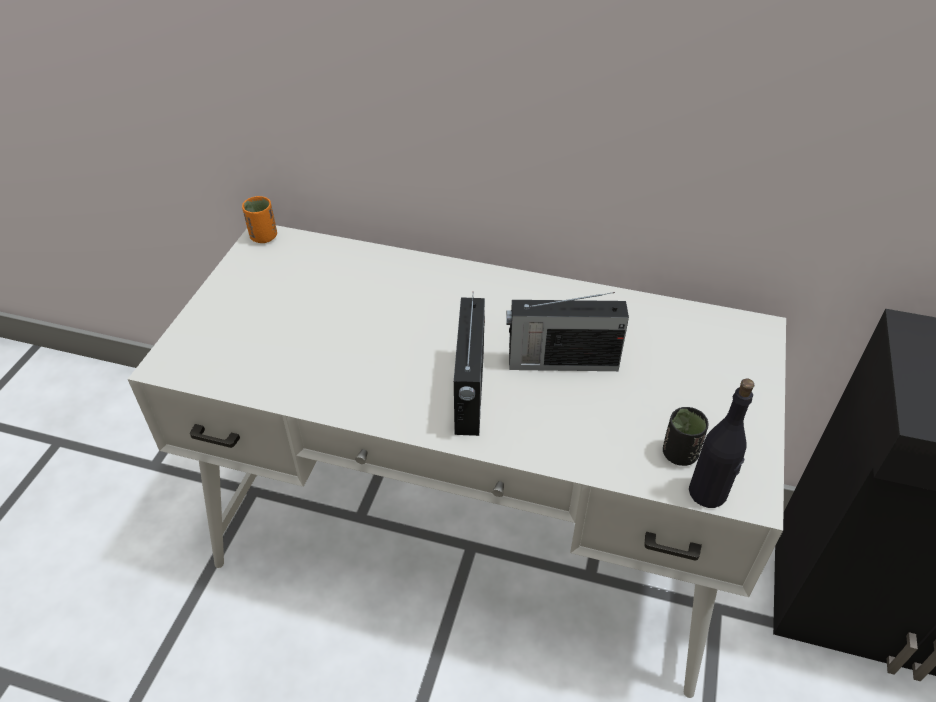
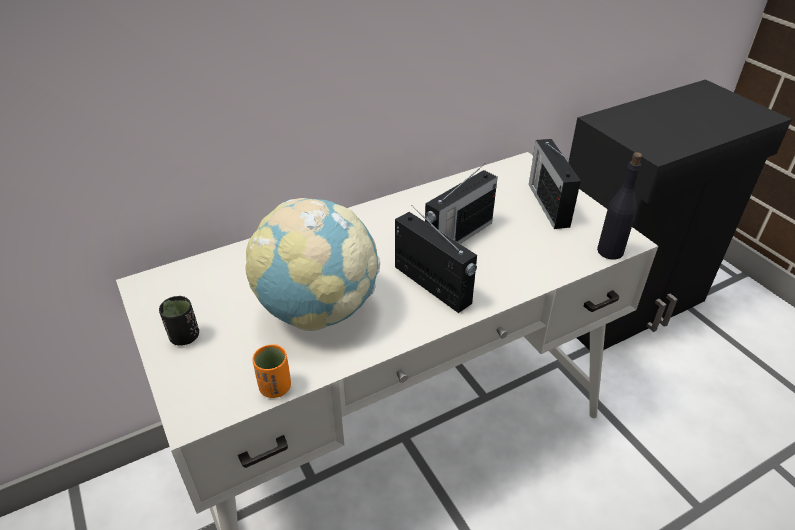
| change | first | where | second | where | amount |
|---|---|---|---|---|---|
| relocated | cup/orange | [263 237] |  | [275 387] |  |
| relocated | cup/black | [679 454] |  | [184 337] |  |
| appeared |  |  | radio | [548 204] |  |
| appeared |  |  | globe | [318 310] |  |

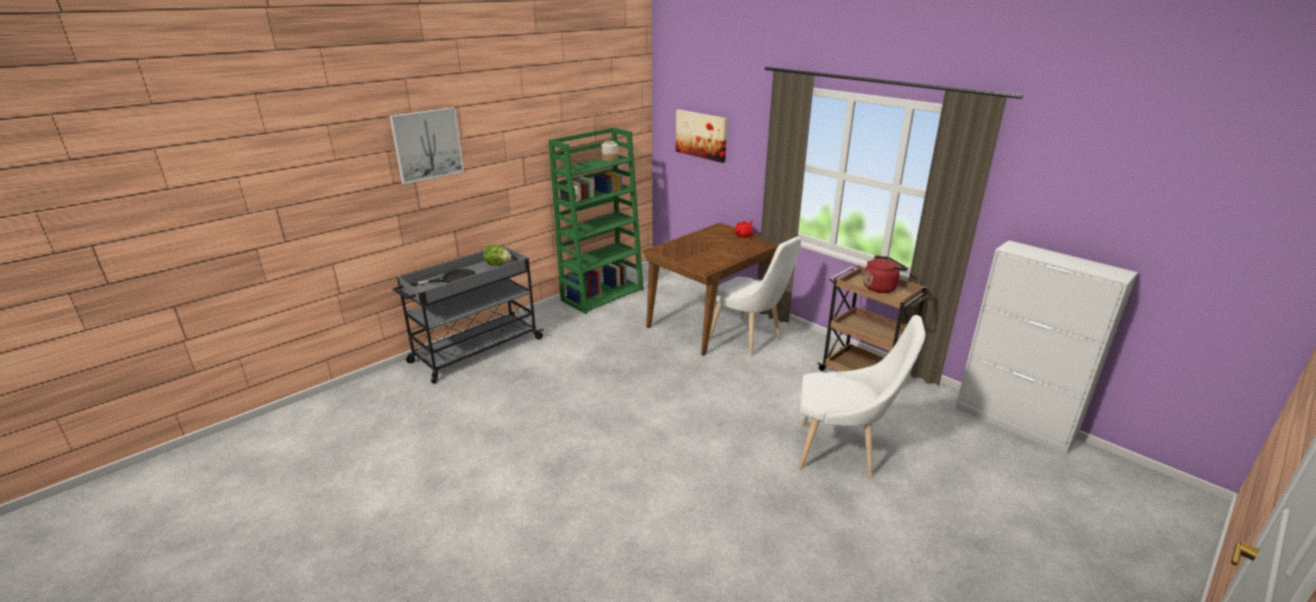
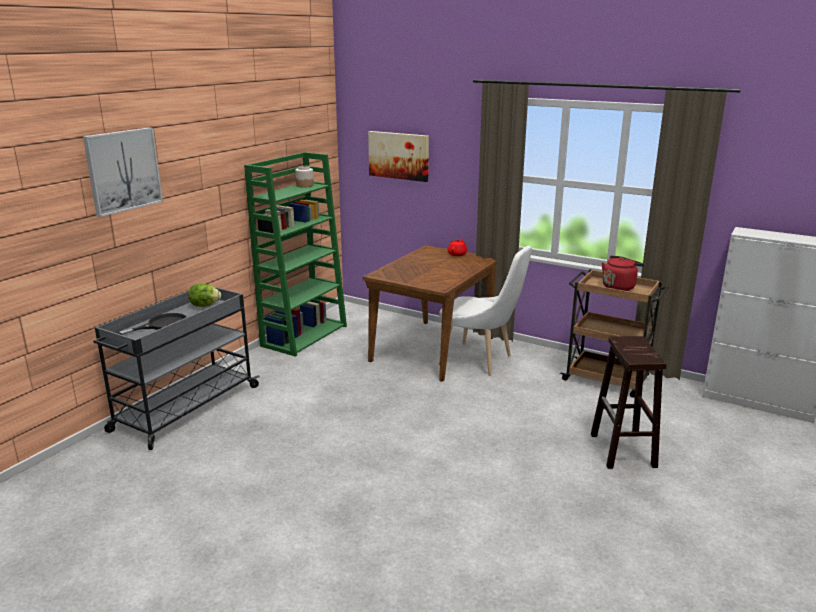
| change | first | where | second | where | amount |
|---|---|---|---|---|---|
| exchanged | chair/white | [842 452] | stool/brown | [623 451] |  |

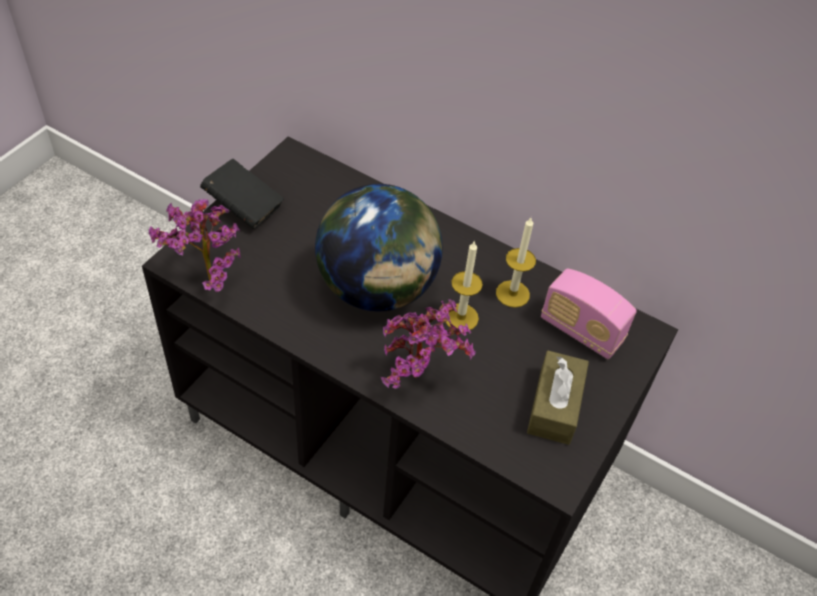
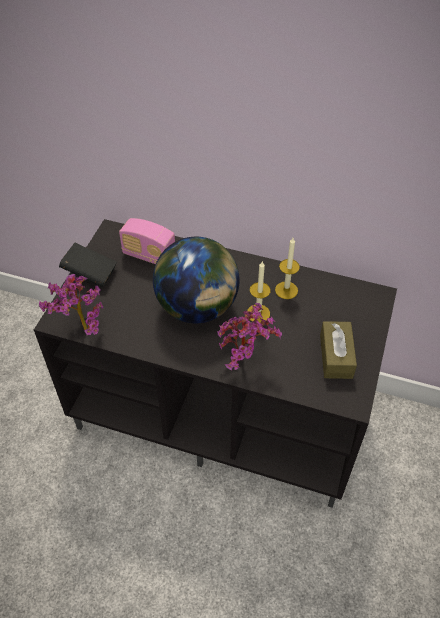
| change | first | where | second | where | amount |
|---|---|---|---|---|---|
| relocated | radio | [581 331] |  | [149 255] |  |

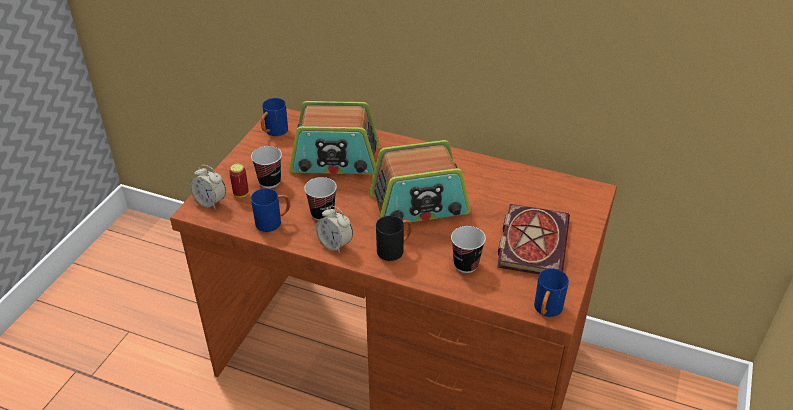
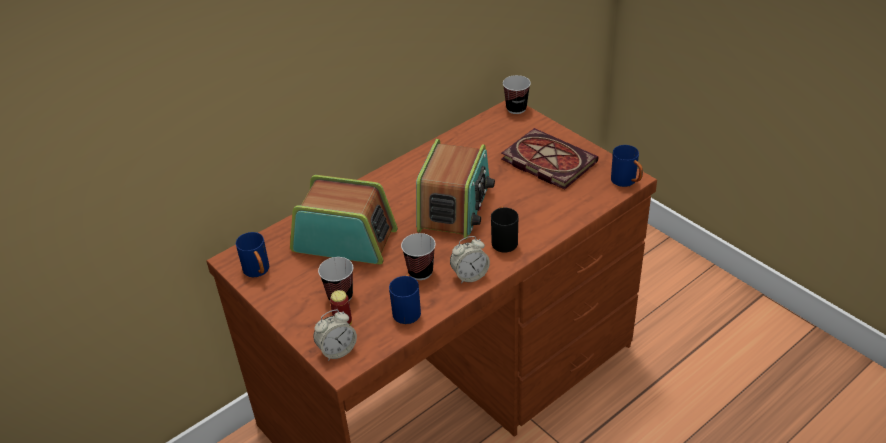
| change | first | where | second | where | amount |
|---|---|---|---|---|---|
| spun | radio | [335 160] |  | [345 240] | 105 degrees counterclockwise |
| relocated | cup | [466 264] |  | [516 108] |  |

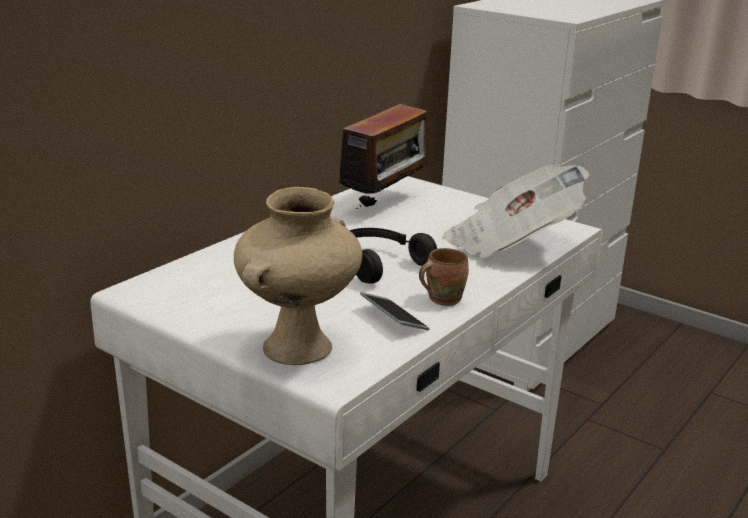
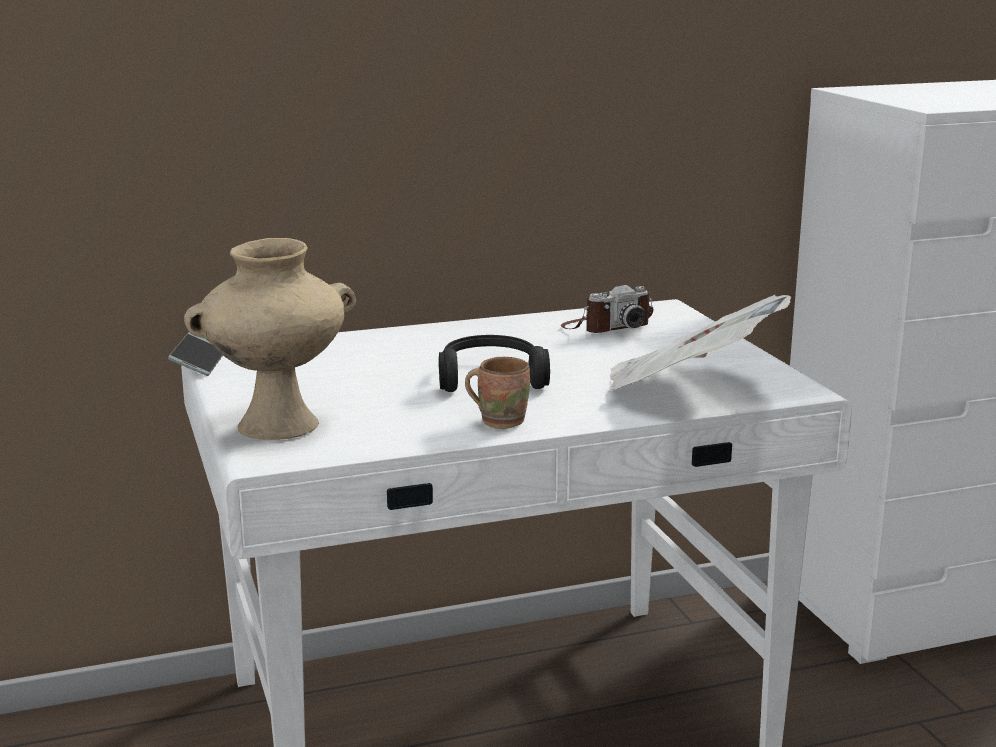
| change | first | where | second | where | amount |
|---|---|---|---|---|---|
| exchanged | radio | [385 203] | photo camera | [607 327] |  |
| relocated | phone | [393 319] |  | [198 363] |  |

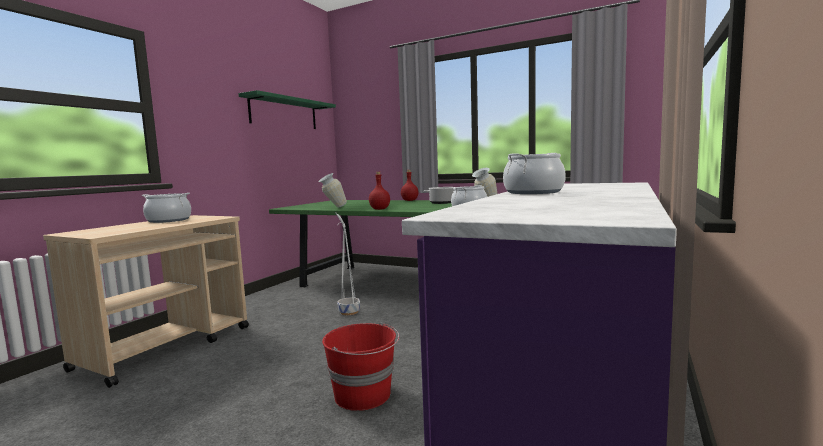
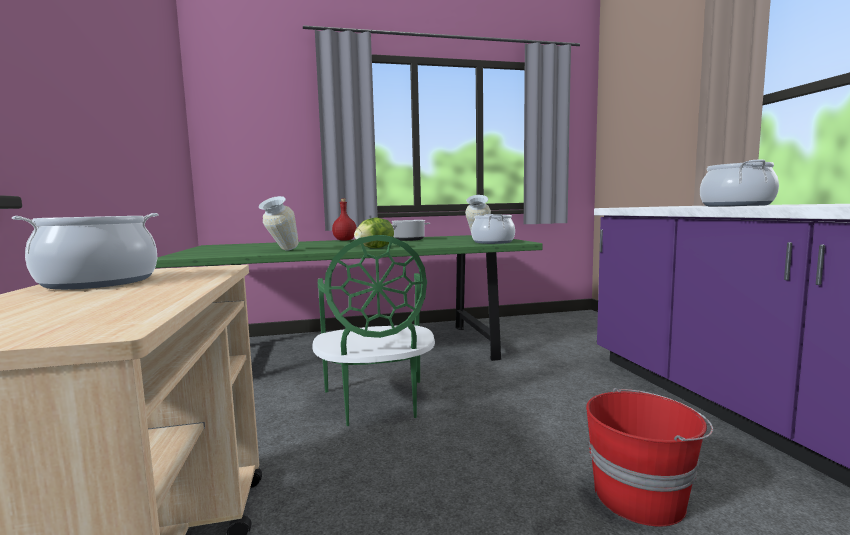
| change | first | where | second | where | amount |
|---|---|---|---|---|---|
| missing | shelf/green | [284 113] |  |  |  |
| exchanged | bottle/red | [380 209] | lettuce | [375 248] |  |
| exchanged | planter/white | [348 312] | chair/green | [377 403] |  |

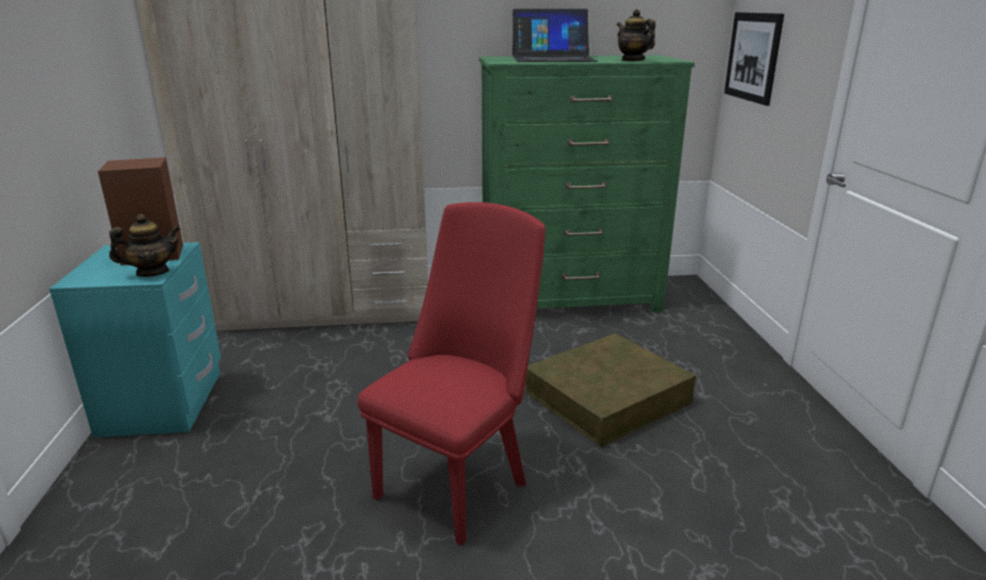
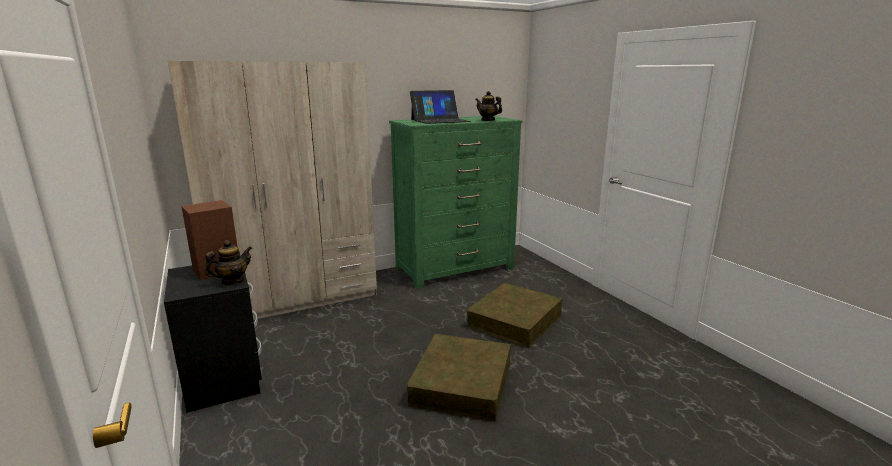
| change | first | where | second | where | amount |
|---|---|---|---|---|---|
| missing | picture | [753 57] |  |  |  |
| exchanged | chair/red | [458 482] | storage box/brown | [462 383] |  |
| colour | nightstand/turquoise | [165 403] | nightstand/black | [225 379] |  |

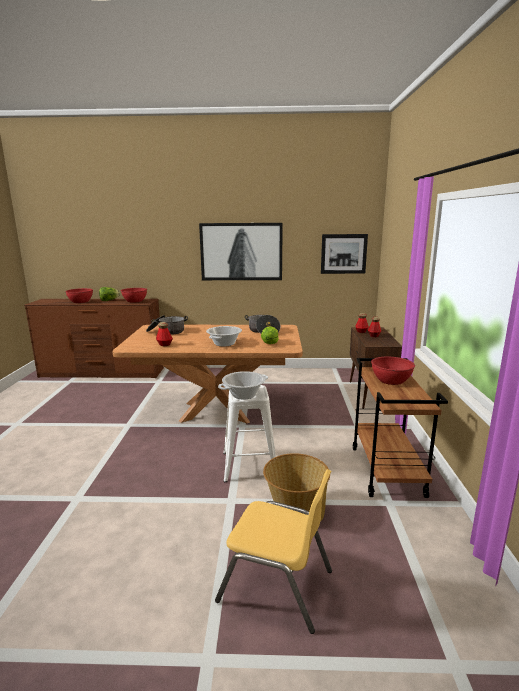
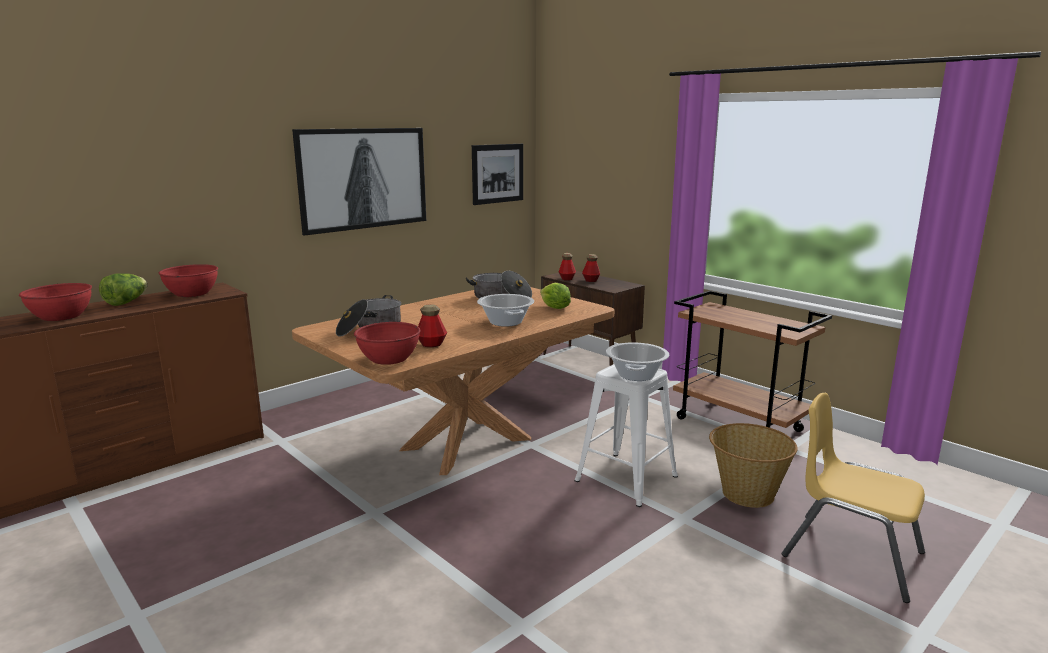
| change | first | where | second | where | amount |
|---|---|---|---|---|---|
| relocated | bowl/red | [391 380] |  | [389 358] |  |
| spun | chair/yellow | [276 585] |  | [851 554] | 120 degrees counterclockwise |

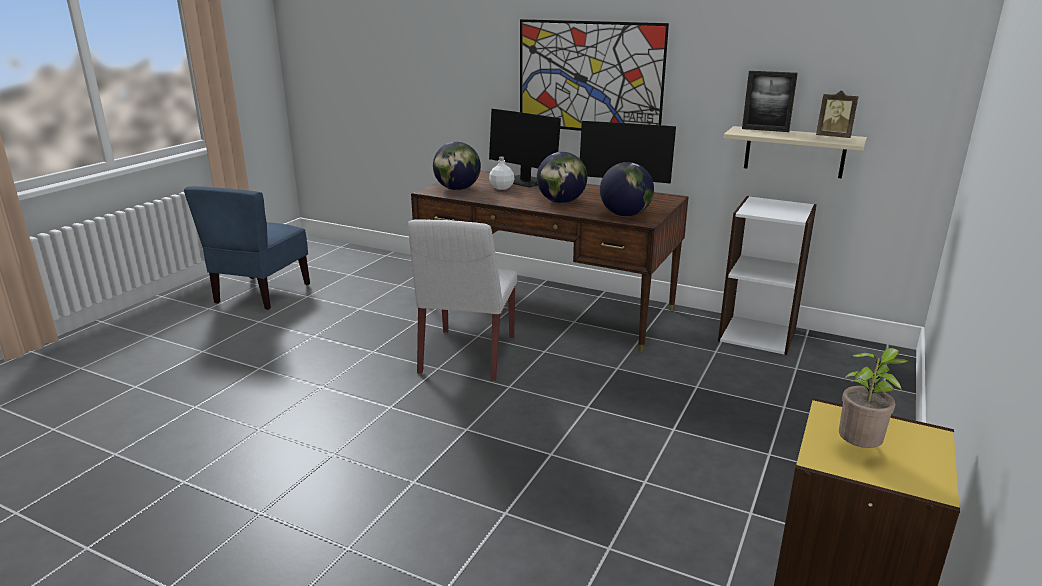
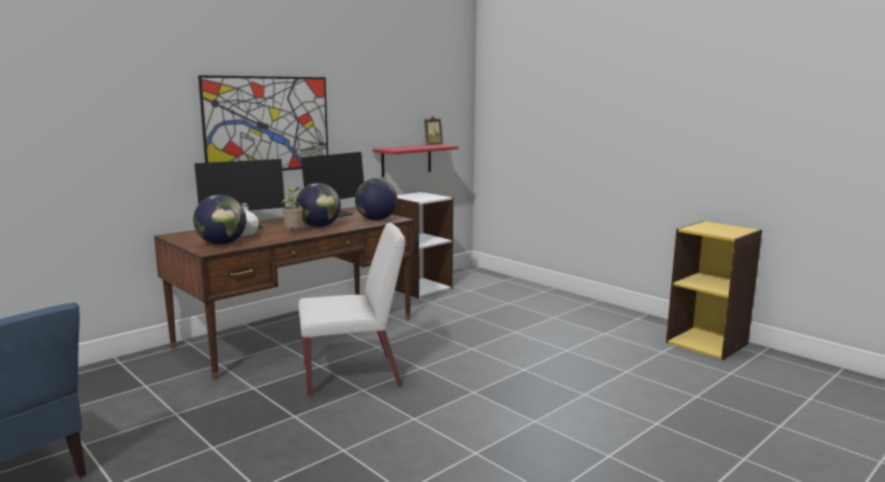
| change | first | where | second | where | amount |
|---|---|---|---|---|---|
| missing | picture frame | [765 130] |  |  |  |
| colour | shelf/beige | [794 152] | shelf/red | [406 160] |  |
| spun | chair/white | [467 355] |  | [353 375] | 45 degrees counterclockwise |
| relocated | potted plant | [859 450] |  | [293 233] |  |

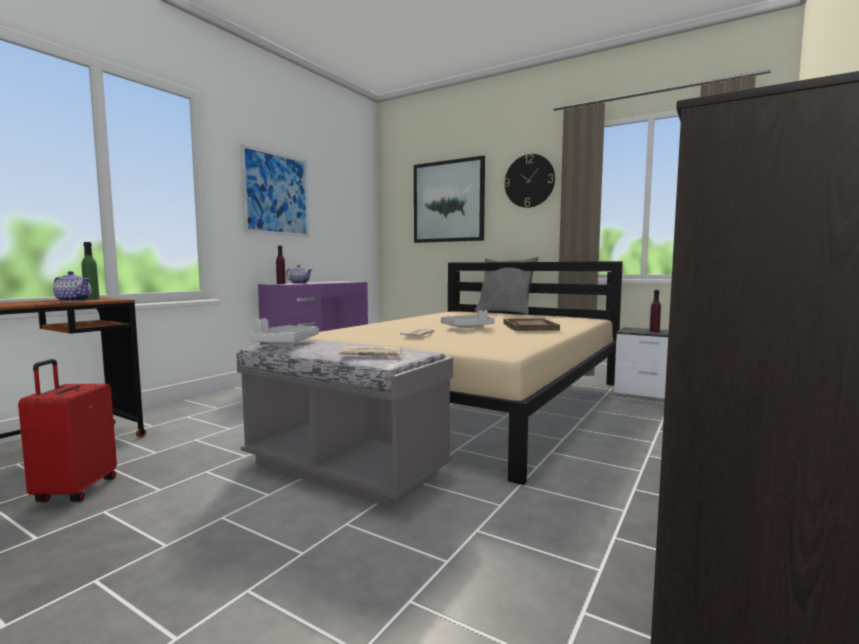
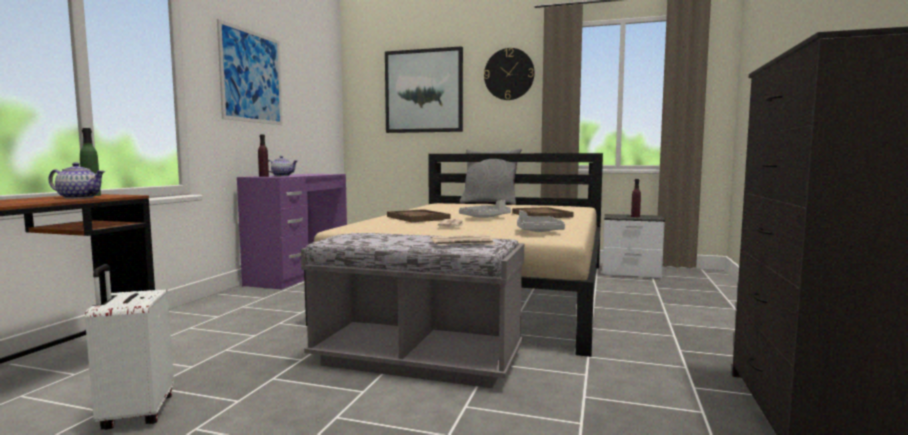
| change | first | where | second | where | amount |
|---|---|---|---|---|---|
| relocated | tray/grey | [285 343] |  | [537 231] |  |
| colour | suitcase/red | [74 491] | suitcase/white | [135 414] |  |
| appeared |  |  | tray/brown | [417 218] |  |

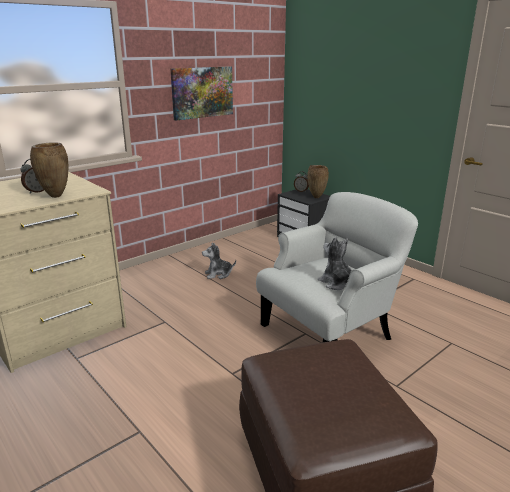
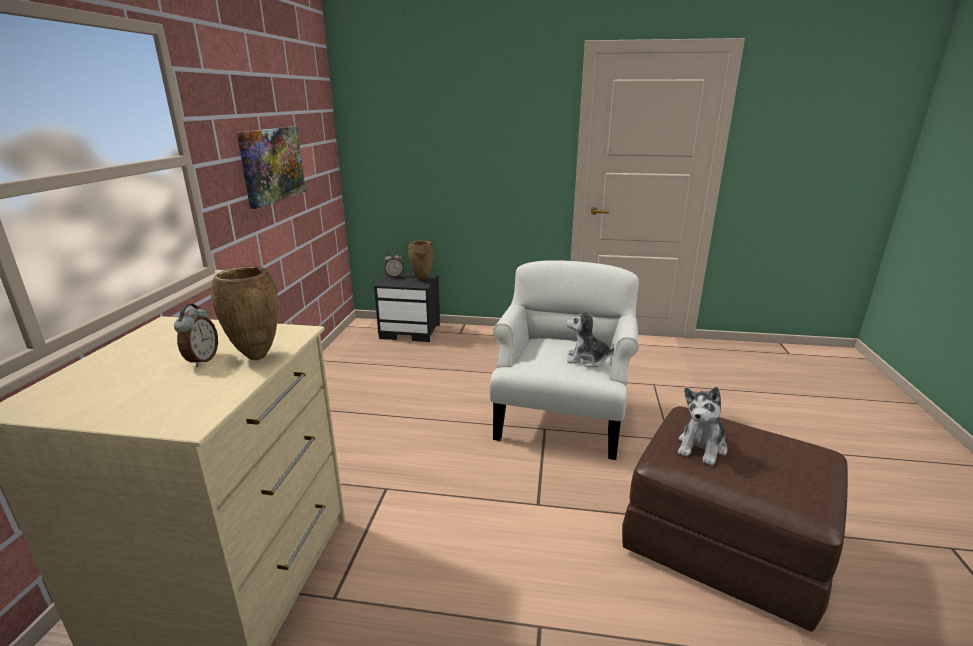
| change | first | where | second | where | amount |
|---|---|---|---|---|---|
| relocated | plush toy | [218 274] |  | [702 447] |  |

